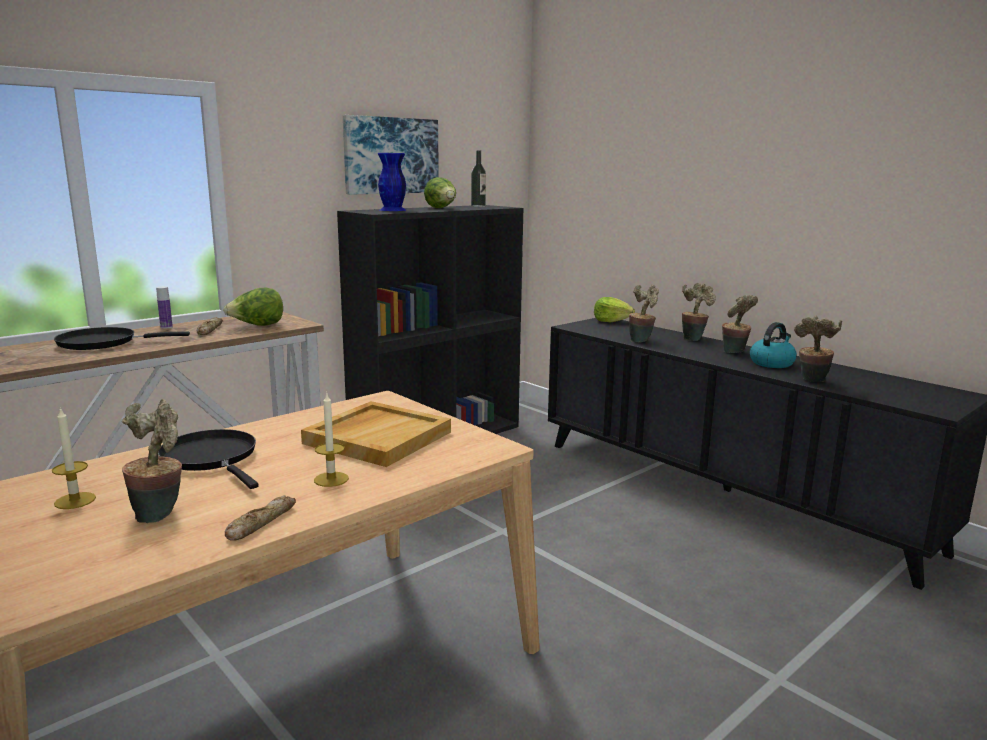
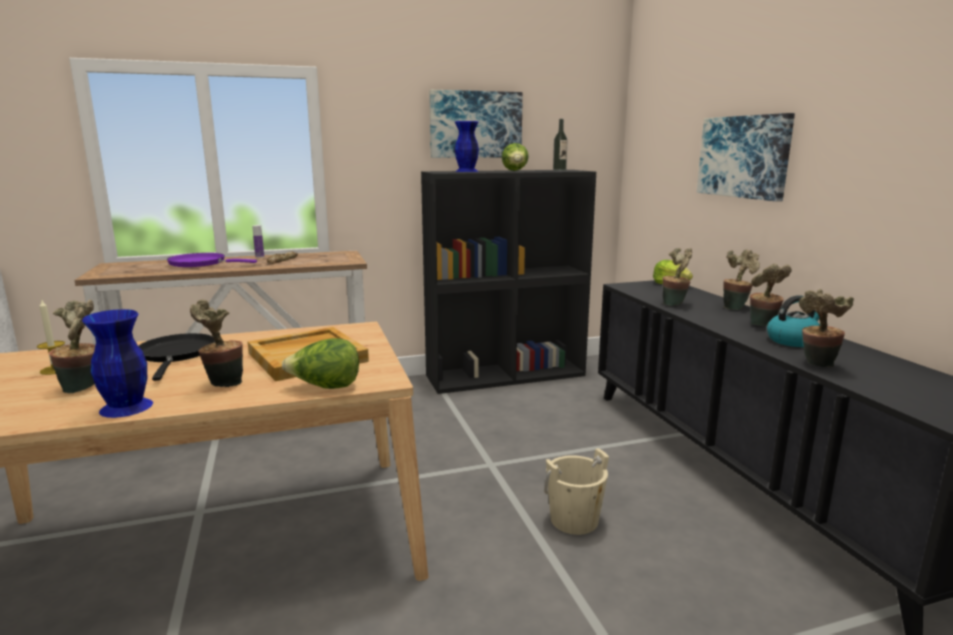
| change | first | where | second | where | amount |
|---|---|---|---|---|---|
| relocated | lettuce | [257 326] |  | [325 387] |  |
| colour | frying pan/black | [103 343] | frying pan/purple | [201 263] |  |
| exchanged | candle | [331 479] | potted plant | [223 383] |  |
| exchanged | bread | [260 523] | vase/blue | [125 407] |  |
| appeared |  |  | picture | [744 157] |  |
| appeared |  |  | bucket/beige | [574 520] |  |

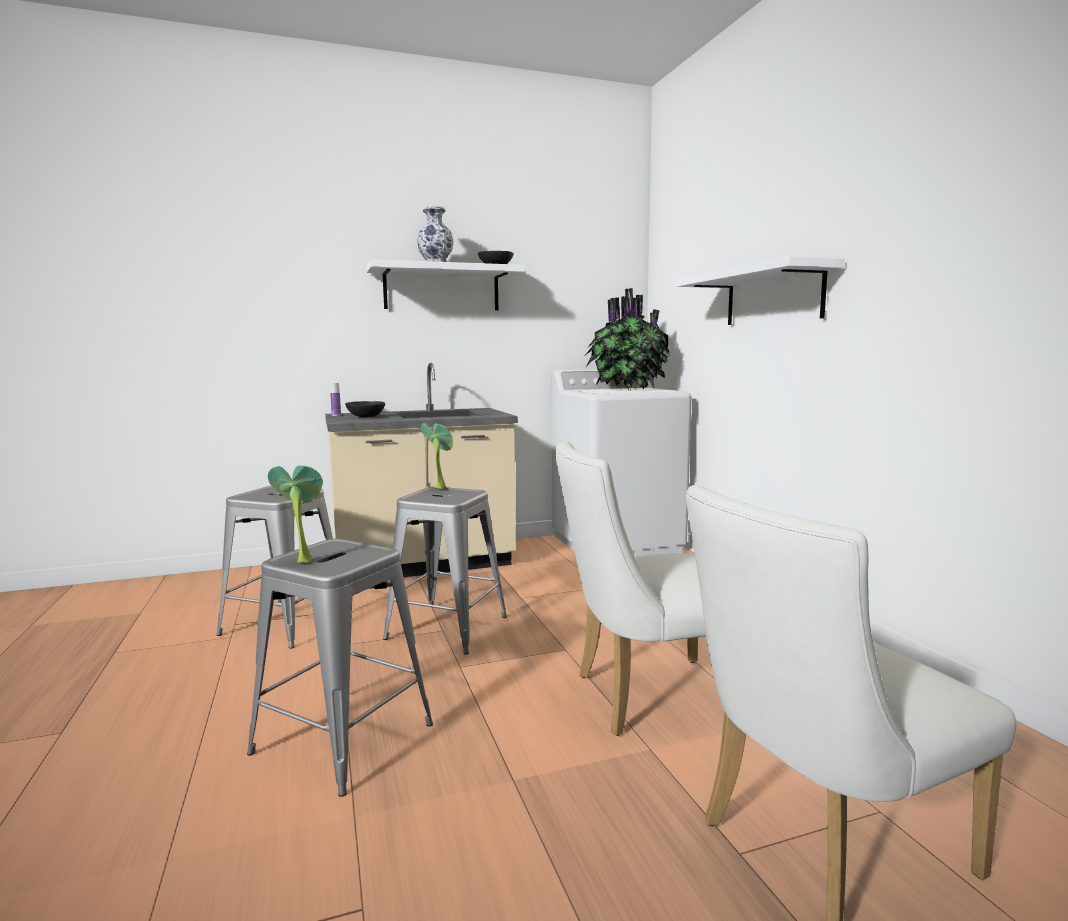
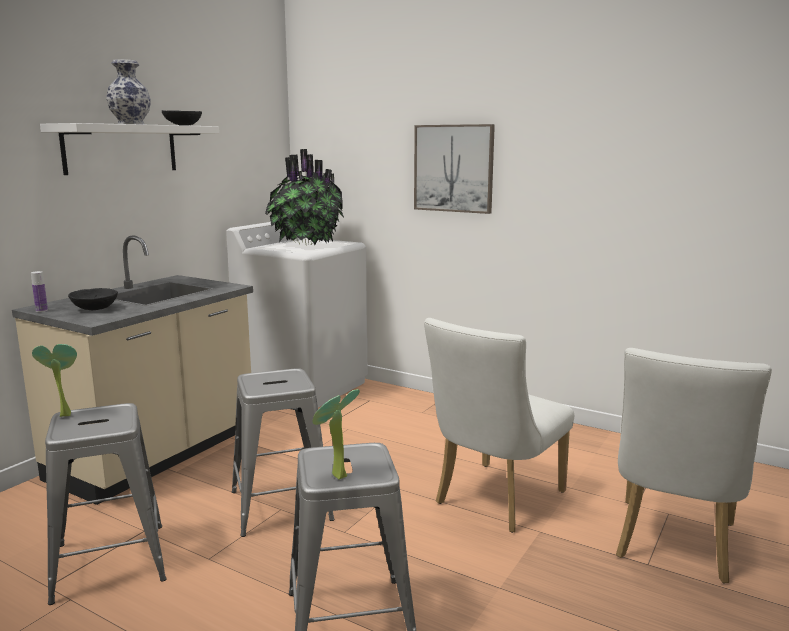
| change | first | where | second | where | amount |
|---|---|---|---|---|---|
| exchanged | shelf/white | [773 296] | picture | [453 168] |  |
| relocated | potted plant | [440 488] |  | [63 414] |  |

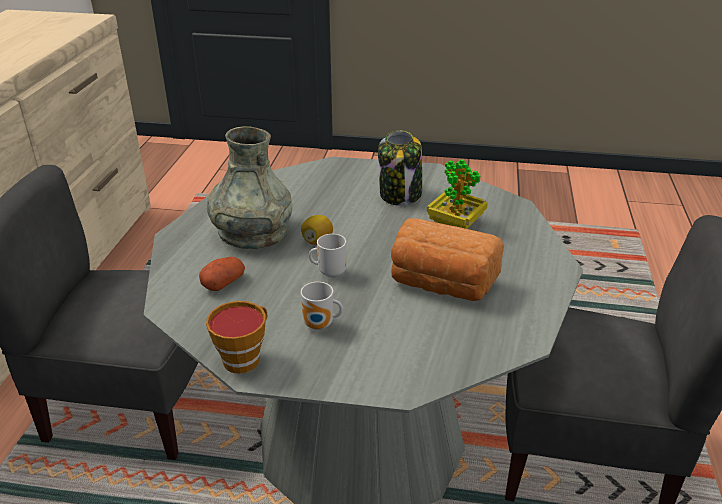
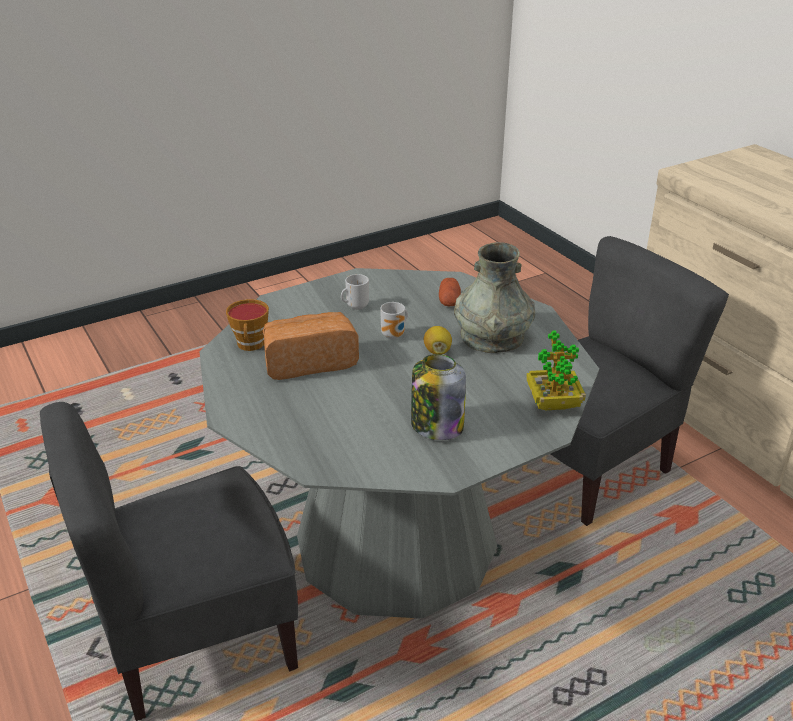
| change | first | where | second | where | amount |
|---|---|---|---|---|---|
| relocated | potted plant | [455 224] |  | [553 403] |  |
| relocated | cup | [244 357] |  | [251 345] |  |

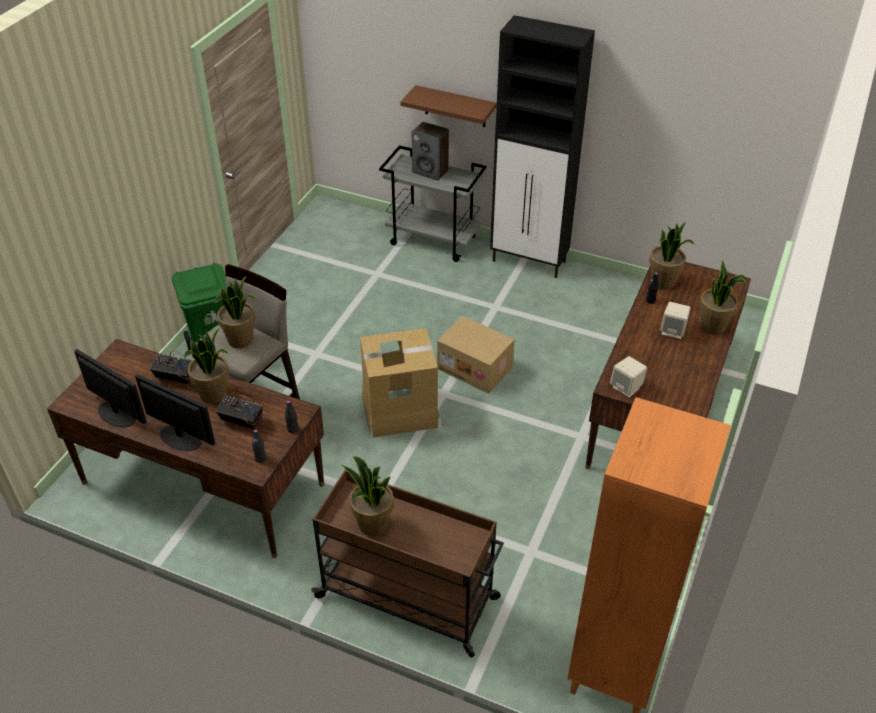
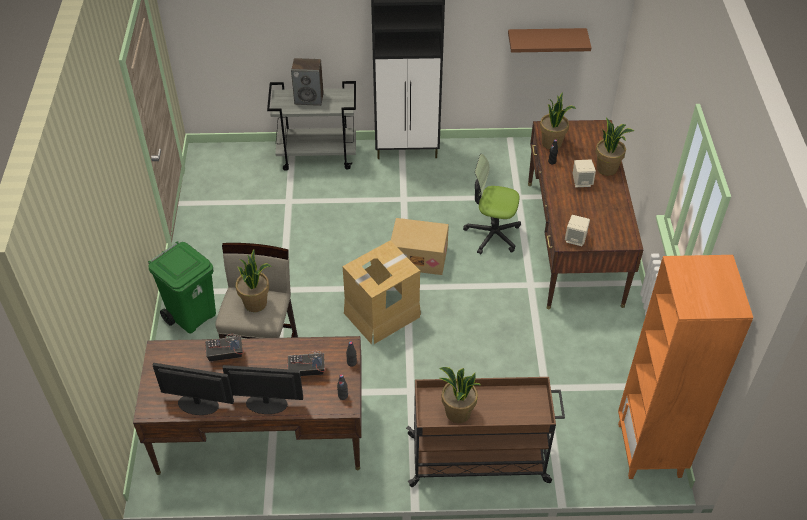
| change | first | where | second | where | amount |
|---|---|---|---|---|---|
| relocated | shelf/brown | [455 107] |  | [546 39] |  |
| missing | potted plant | [214 394] |  |  |  |
| appeared |  |  | office chair | [492 234] |  |

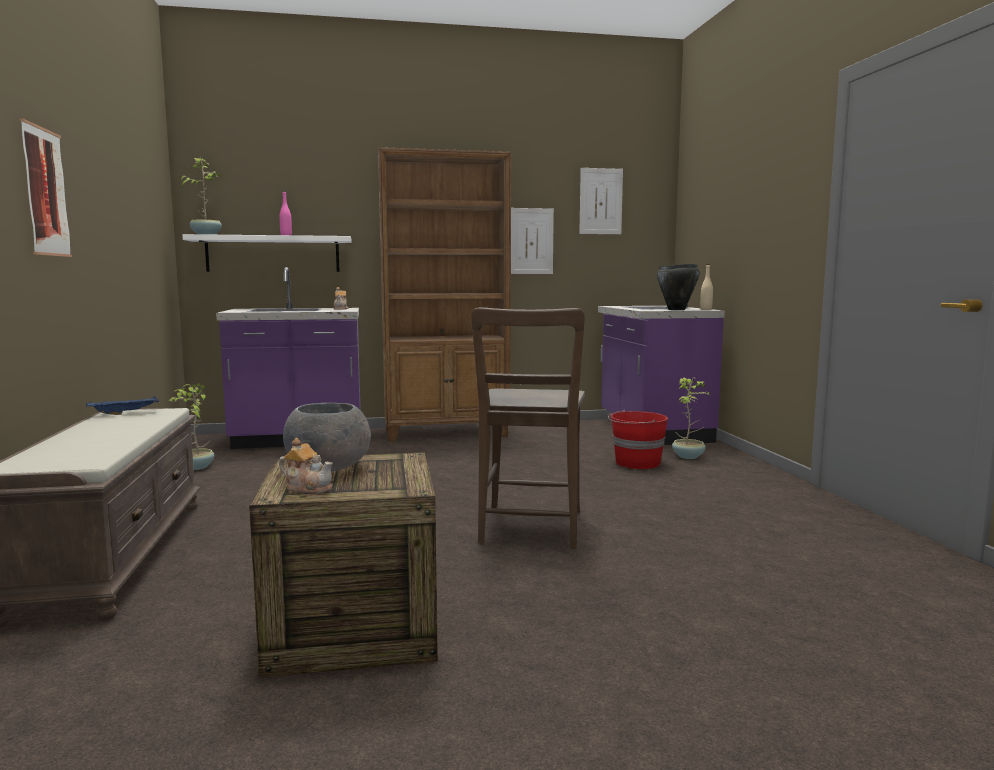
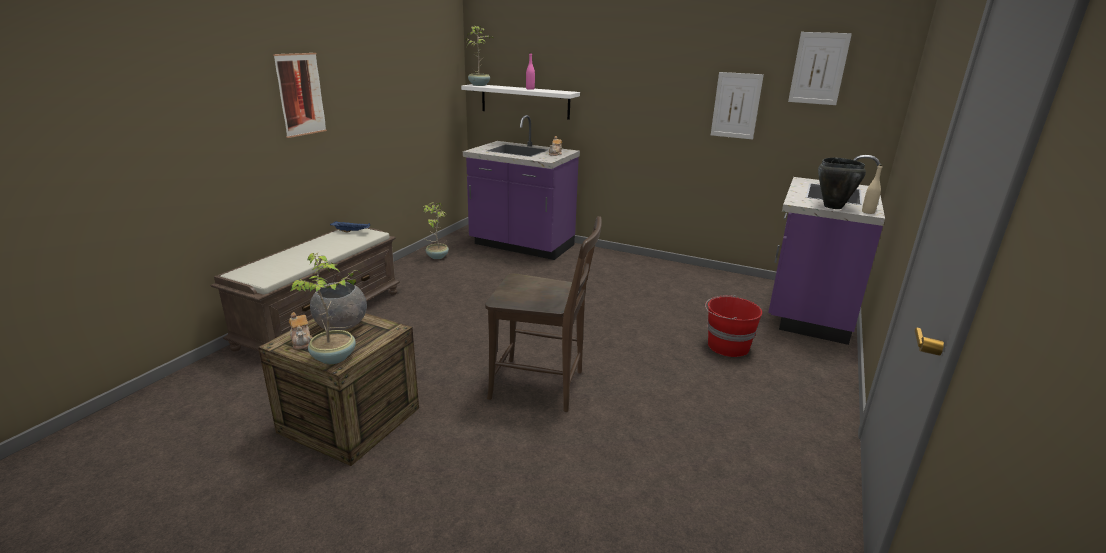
| change | first | where | second | where | amount |
|---|---|---|---|---|---|
| missing | bookcase/brown | [447 432] |  |  |  |
| spun | chair/brown | [530 529] |  | [542 385] | 120 degrees counterclockwise |
| relocated | potted plant | [689 456] |  | [334 358] |  |

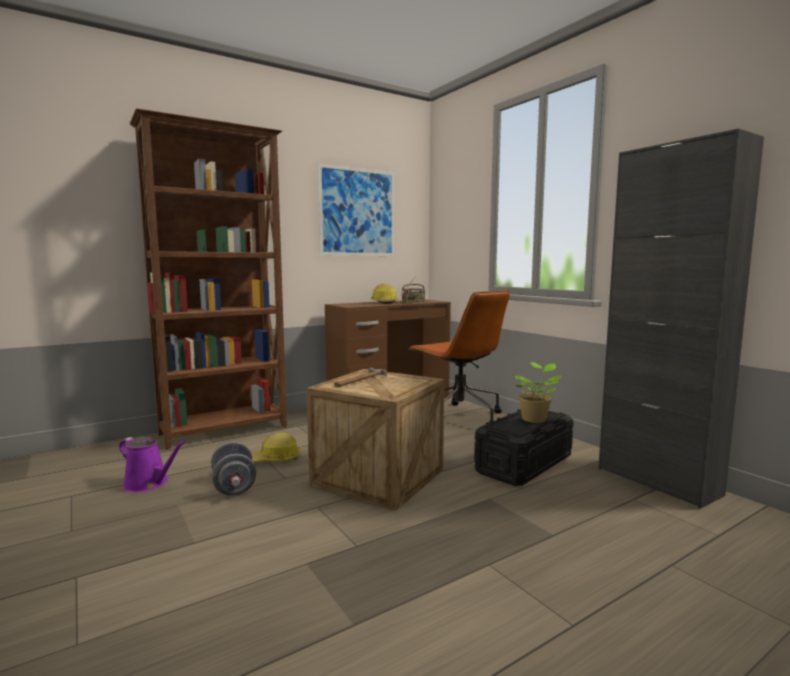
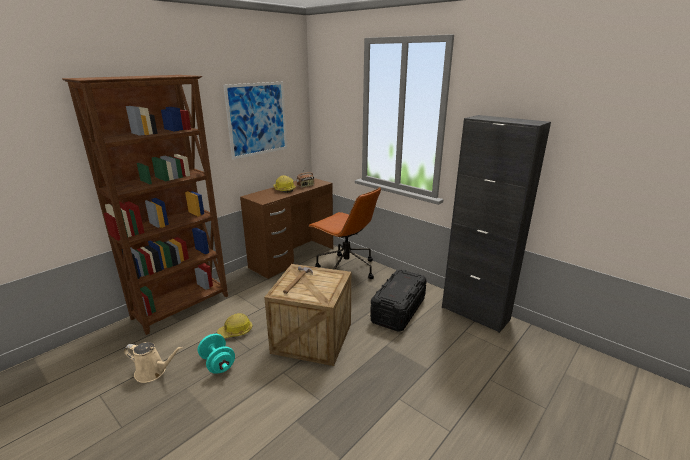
| change | first | where | second | where | amount |
|---|---|---|---|---|---|
| missing | potted plant | [535 419] |  |  |  |
| colour | watering can/purple | [149 483] | watering can/beige | [153 372] |  |
| colour | dumbbell/grey | [234 486] | dumbbell/turquoise | [218 364] |  |

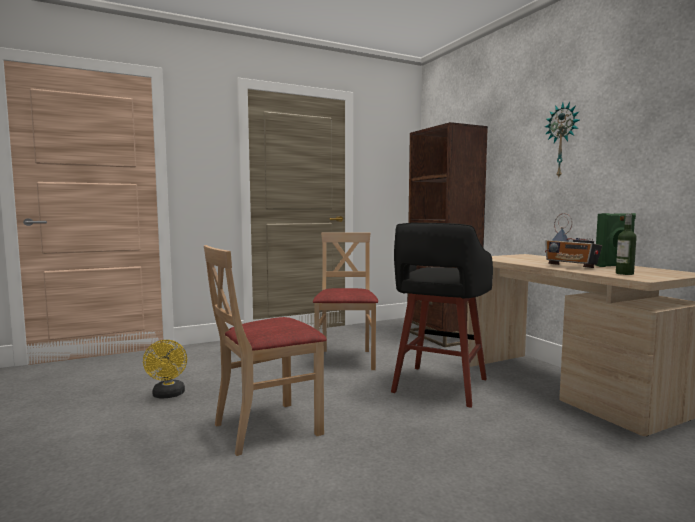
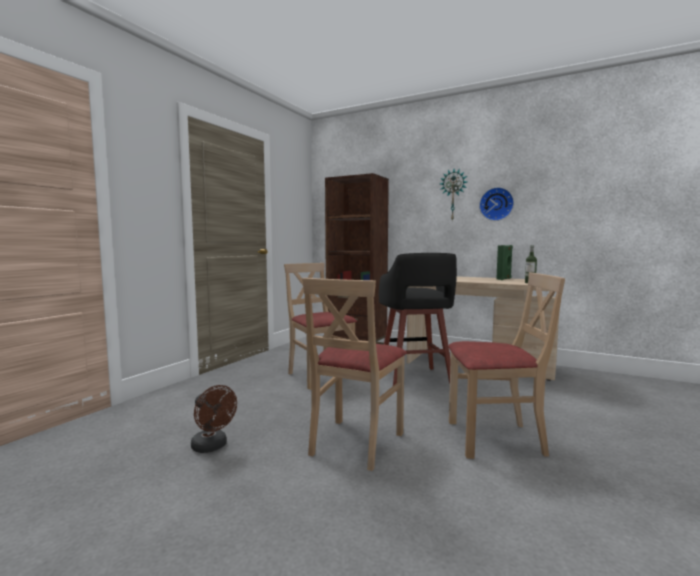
| change | first | where | second | where | amount |
|---|---|---|---|---|---|
| missing | radio | [571 266] |  |  |  |
| colour | fan/yellow | [168 395] | fan/brown | [212 447] |  |
| appeared |  |  | wall clock | [496 204] |  |
| appeared |  |  | chair/beige | [495 439] |  |

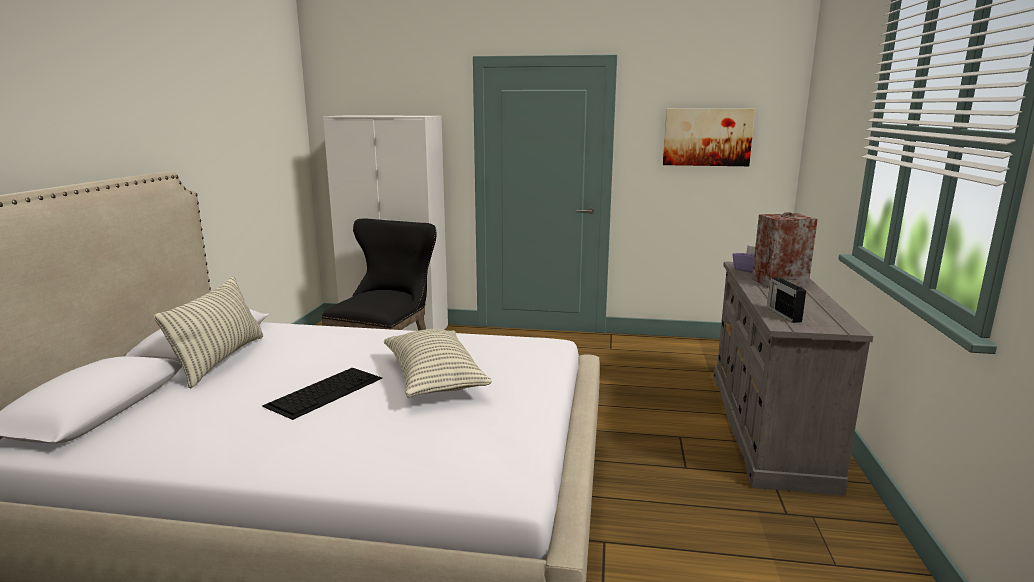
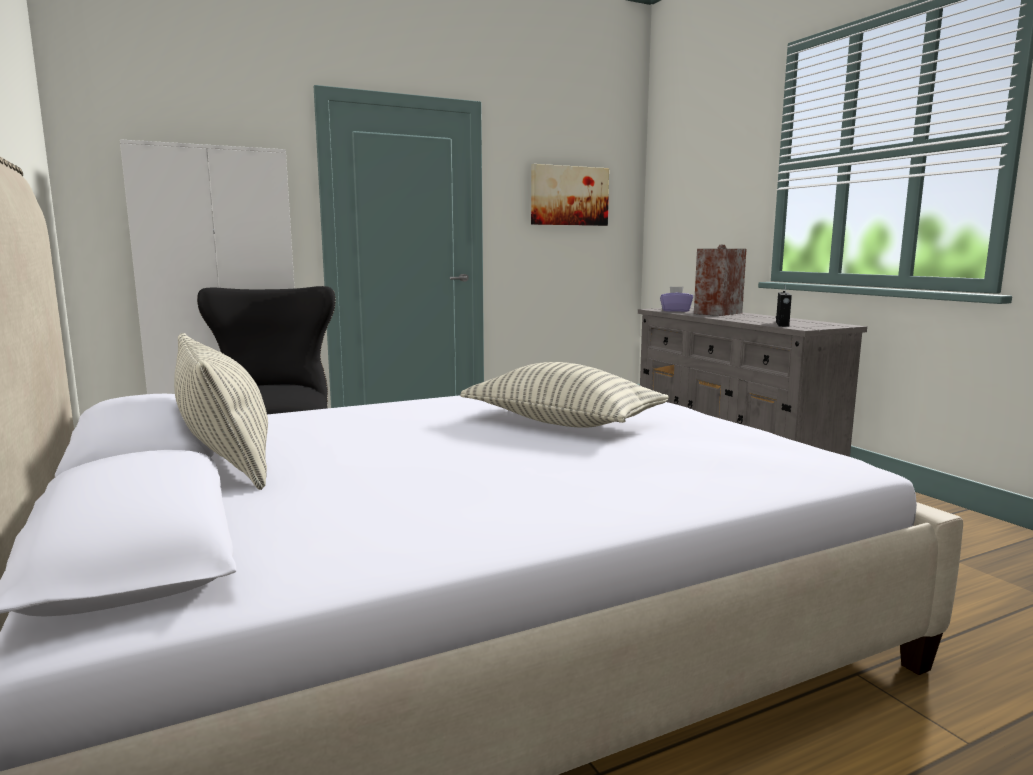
| change | first | where | second | where | amount |
|---|---|---|---|---|---|
| spun | radio | [783 314] |  | [782 324] | 120 degrees counterclockwise |
| missing | keyboard | [325 391] |  |  |  |

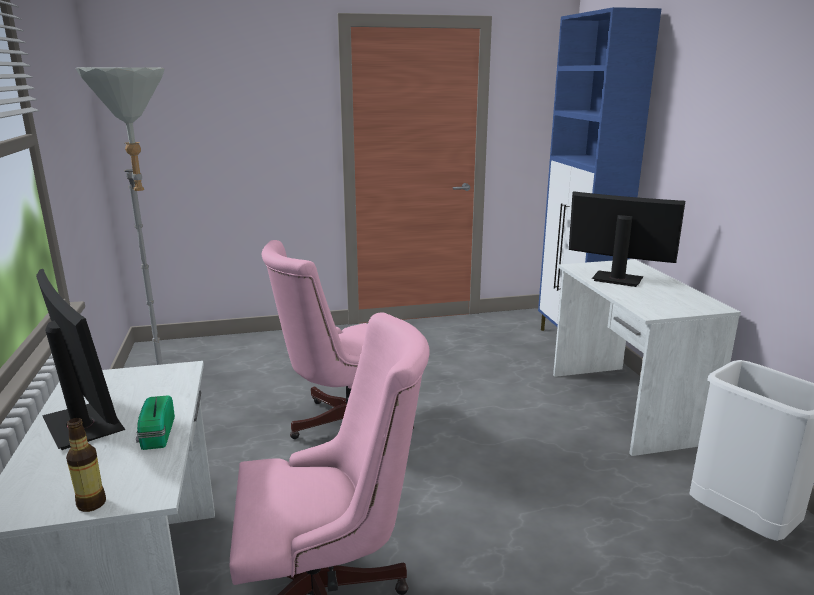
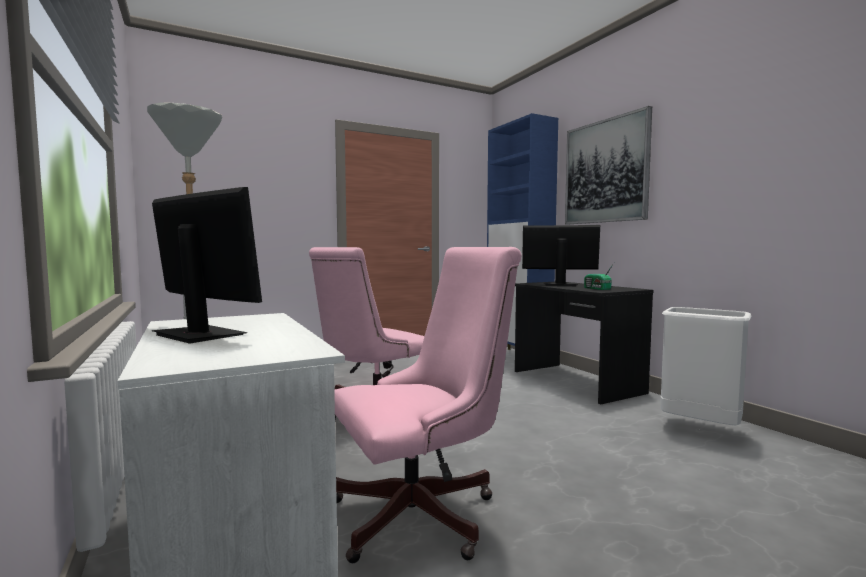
| change | first | where | second | where | amount |
|---|---|---|---|---|---|
| colour | desk/white | [623 406] | desk/black | [575 382] |  |
| relocated | radio | [156 435] |  | [597 289] |  |
| missing | bottle | [91 504] |  |  |  |
| appeared |  |  | picture | [605 171] |  |

